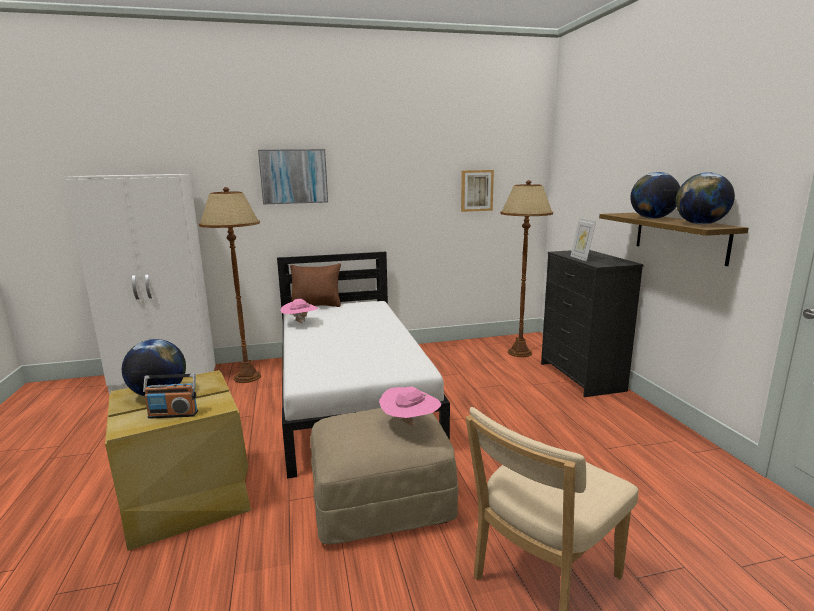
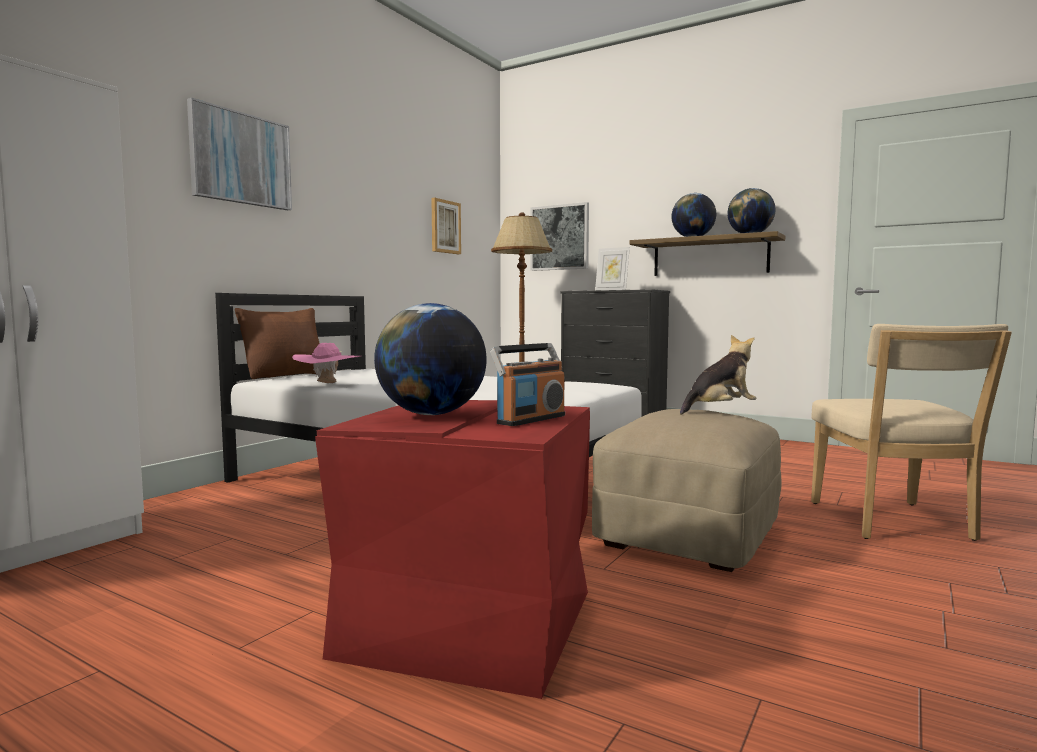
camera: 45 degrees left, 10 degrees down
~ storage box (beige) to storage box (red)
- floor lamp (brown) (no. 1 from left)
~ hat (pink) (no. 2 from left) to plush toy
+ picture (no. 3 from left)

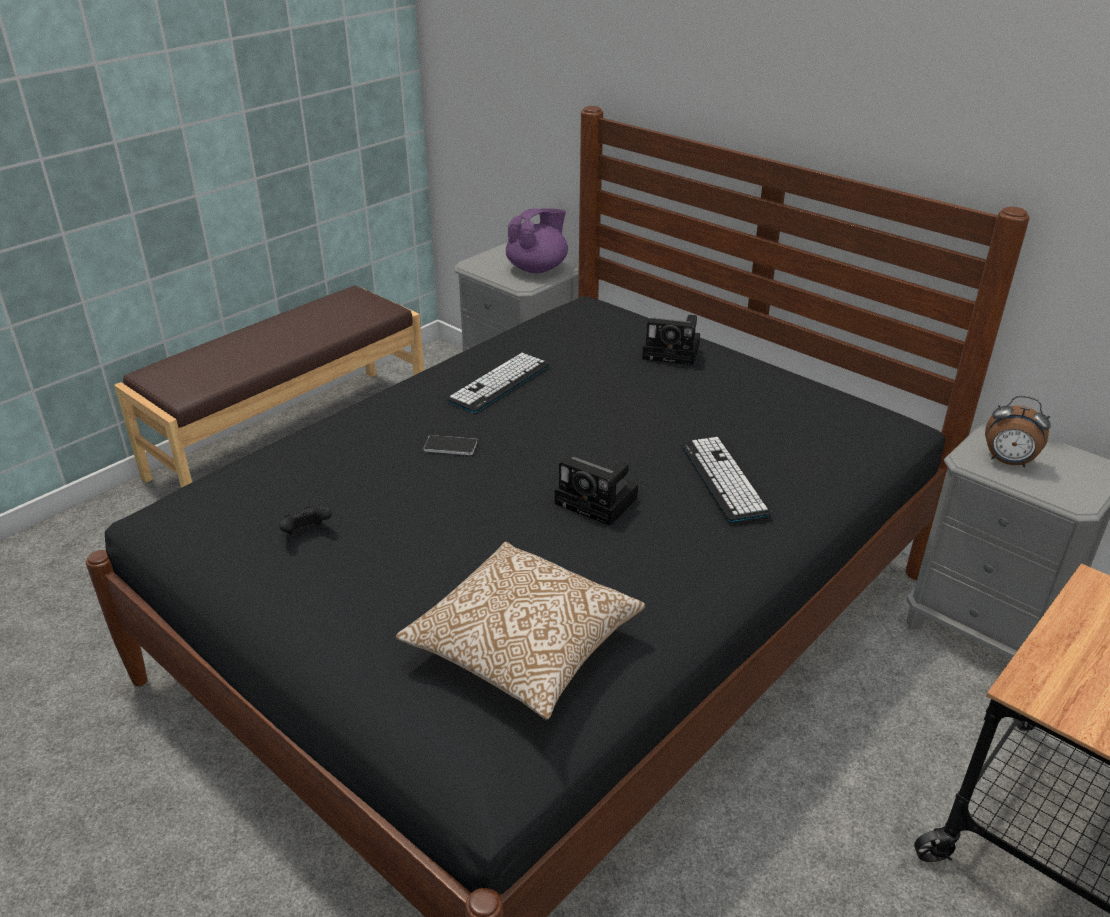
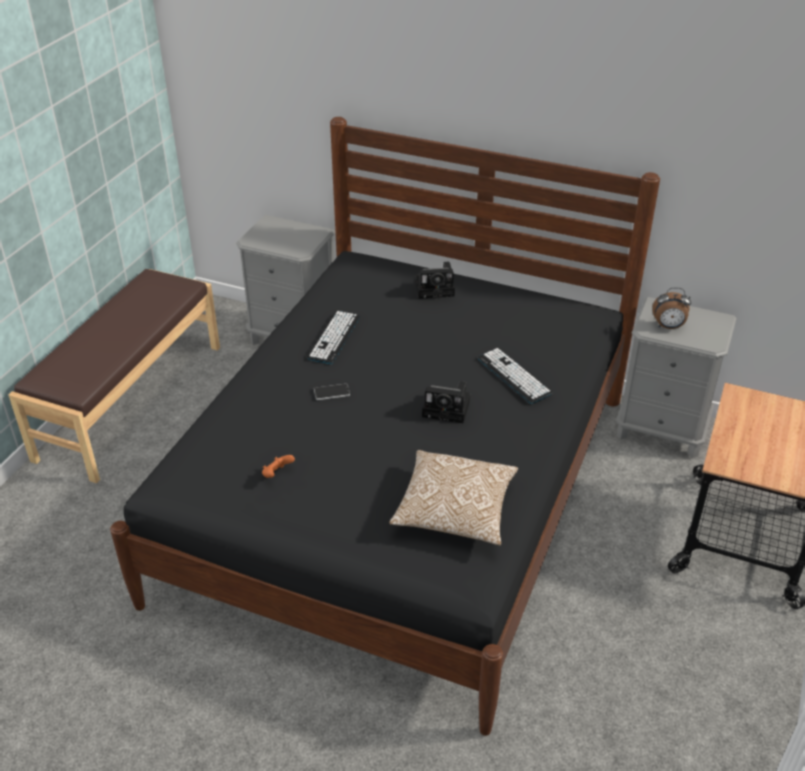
camera: 20 degrees left, 5 degrees up
~ game controller (black) to game controller (orange)
- teapot (purple)

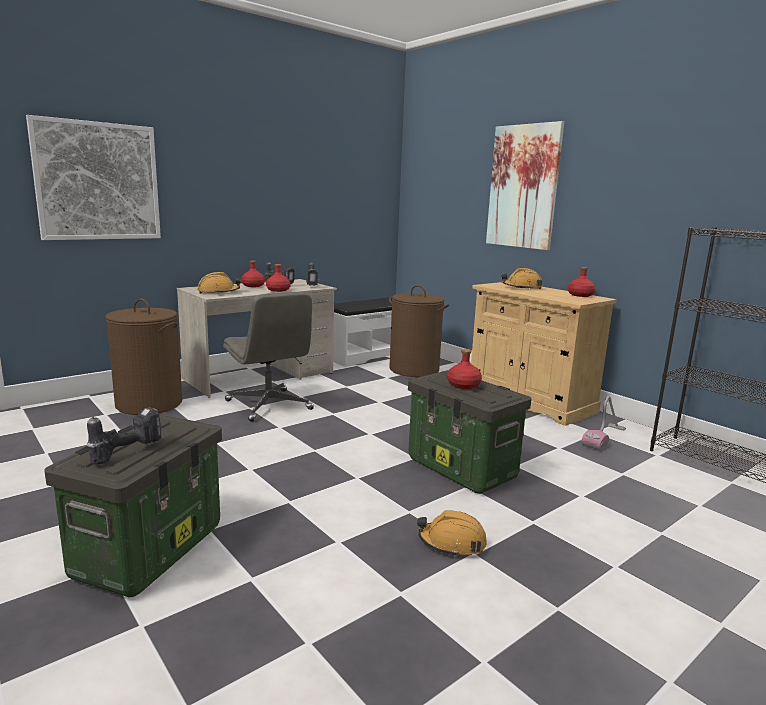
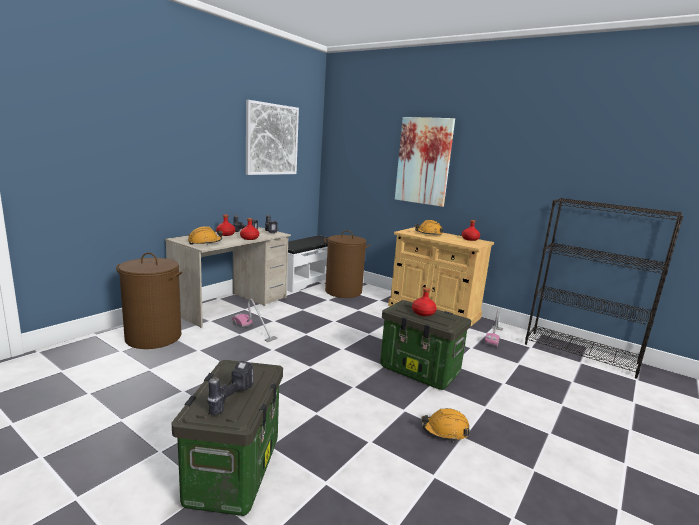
camera: 15 degrees left, 0 degrees up
~ picture (no. 1 from left)
~ office chair (grey) to vacuum cleaner (no. 1 from left)

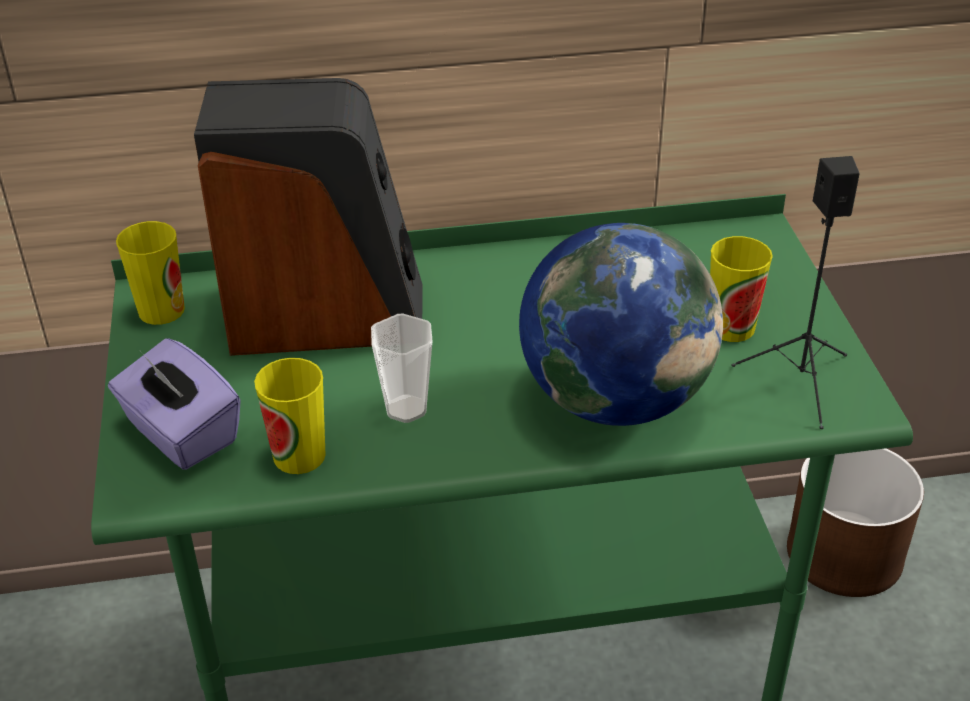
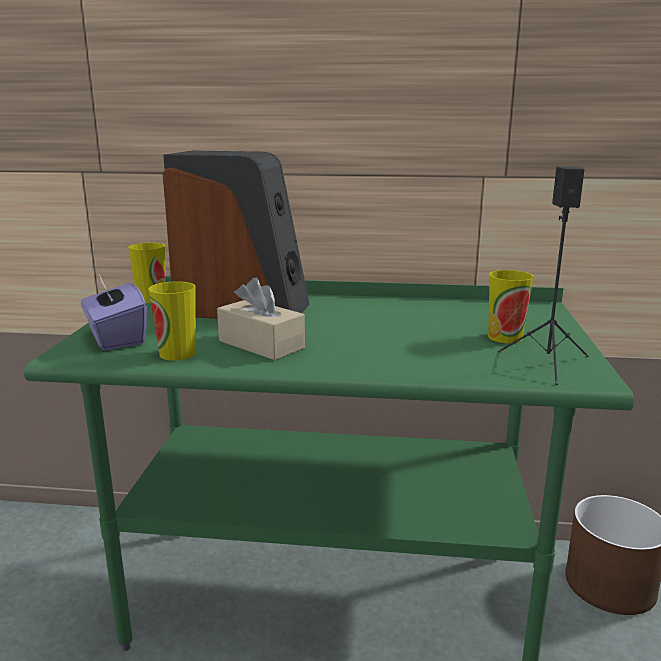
camera: 15 degrees right, 20 degrees down
~ cup (no. 3 from left) to tissue box (beige)
- globe

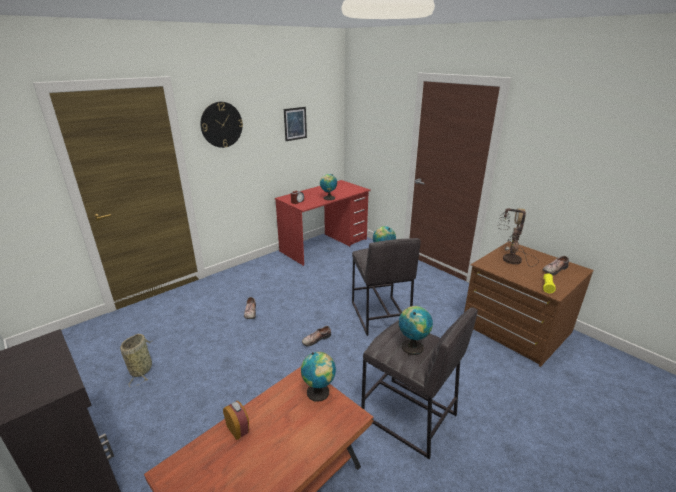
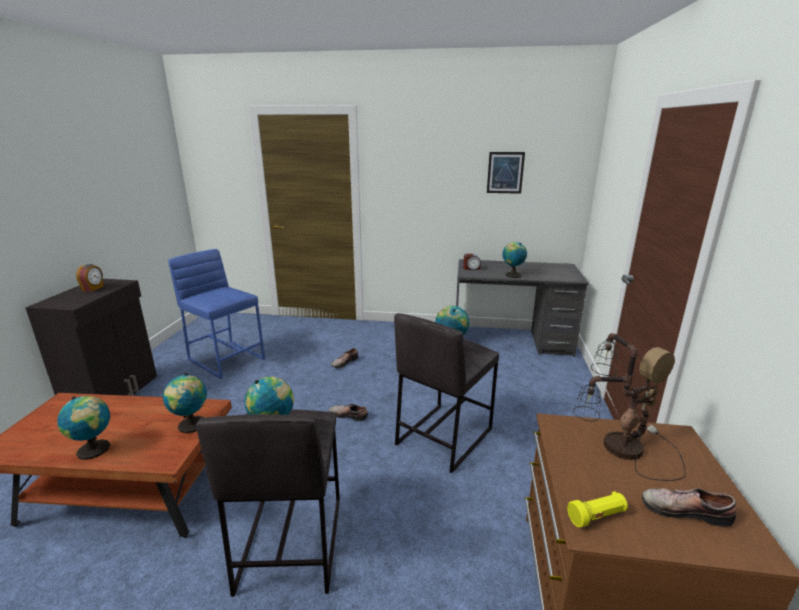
camera: 50 degrees right, 5 degrees down
~ basket to stool (blue)
- wall clock
~ alarm clock (no. 1 from left)
~ desk (red) to desk (grey)
+ globe (no. 1 from left)

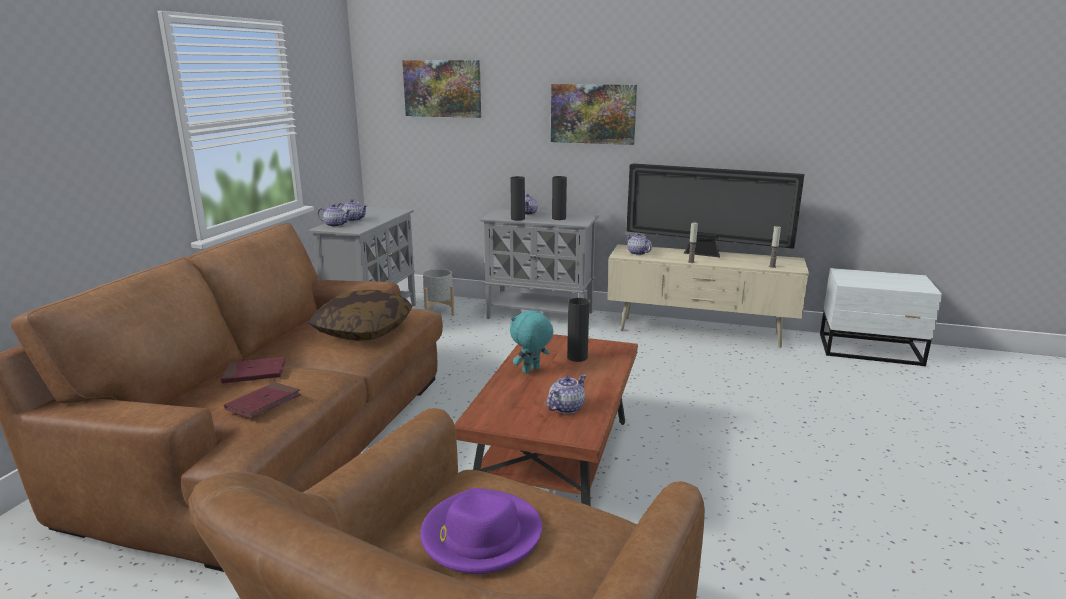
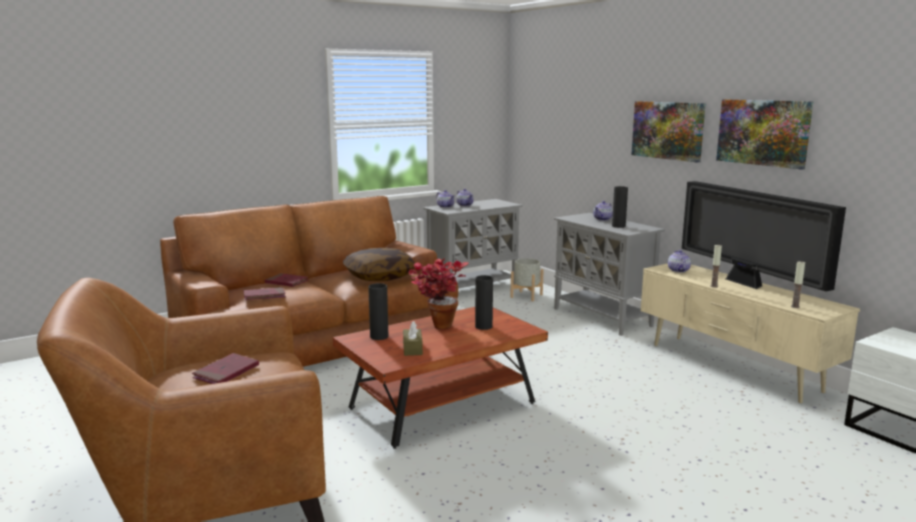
camera: 40 degrees right, 5 degrees down
~ picture (no. 1 from left in the first image) to picture (no. 2 from left)
~ hat (purple) to book (red) (no. 1 from left)
~ vase (black) (no. 1 from left)
~ plush toy (turquoise) to potted plant
~ teapot (no. 4 from left) to tissue box (brown)

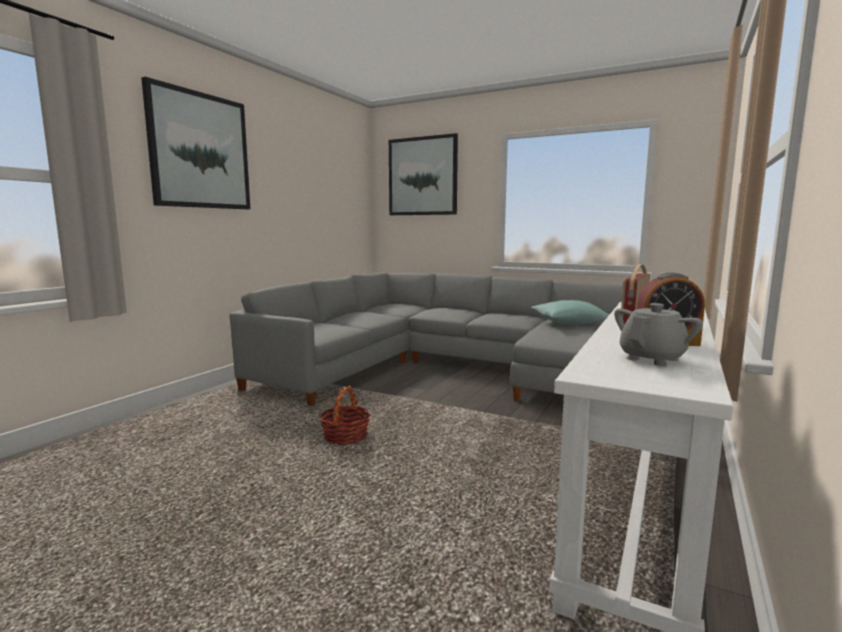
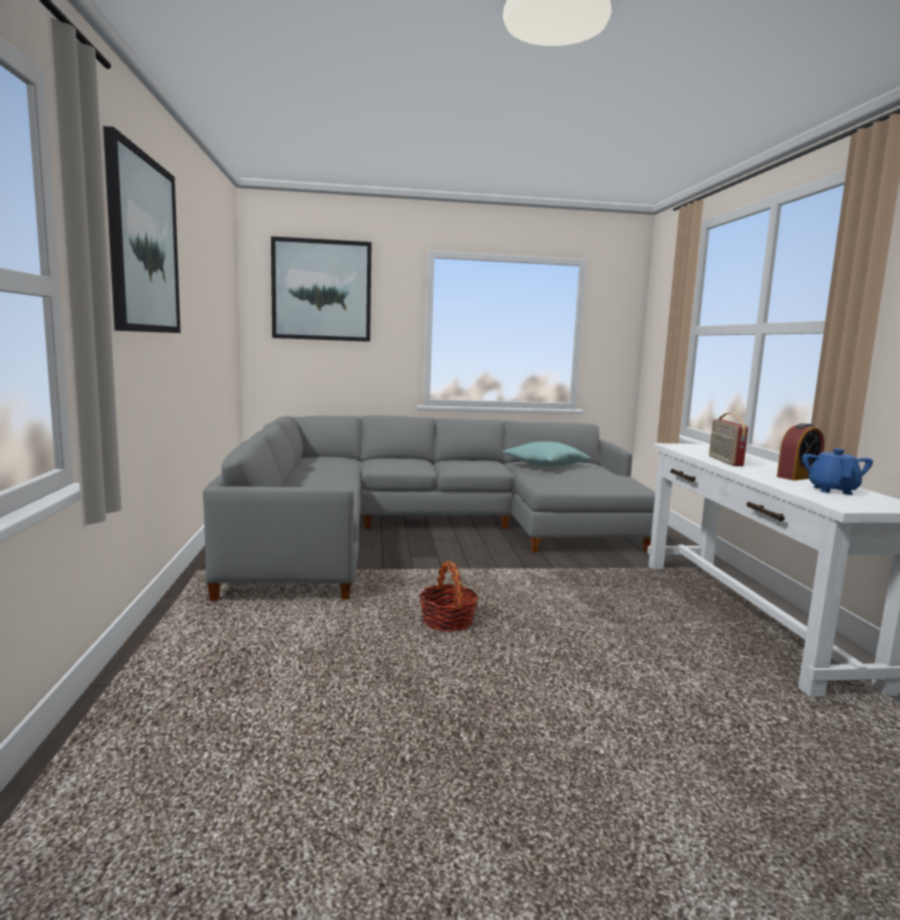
camera: 35 degrees left, 0 degrees up
~ teapot (grey) to teapot (blue)

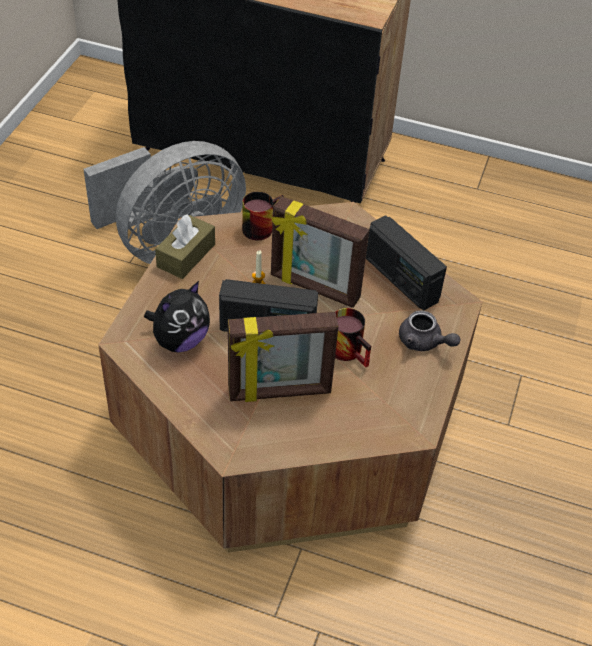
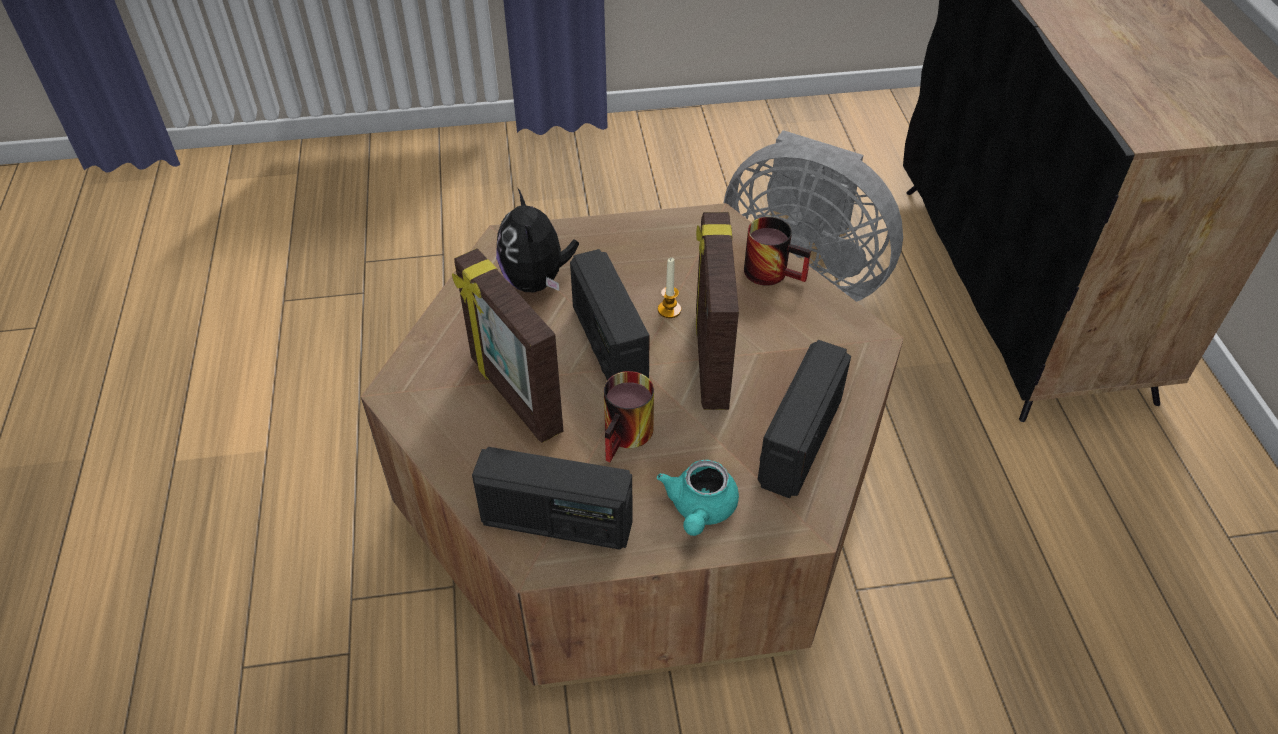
camera: 65 degrees right, 0 degrees up
~ plush toy 60 degrees clockwise
- tissue box (brown)
~ teapot (grey) to teapot (turquoise)
+ radio (no. 1 from left)

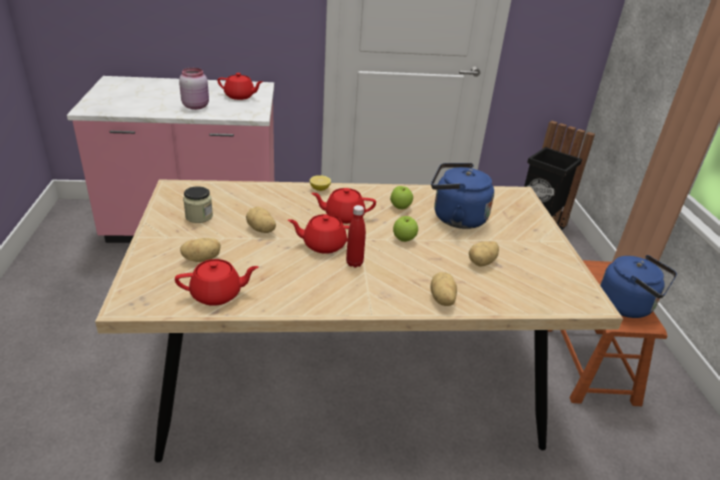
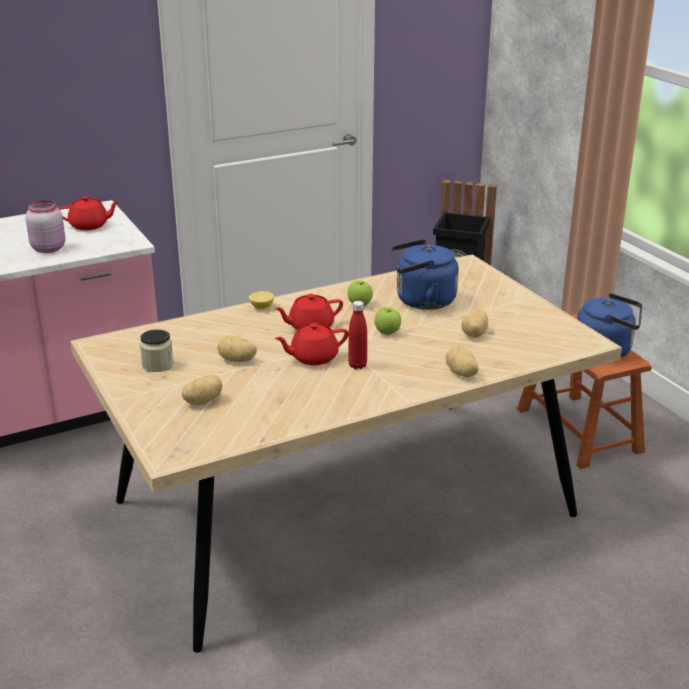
camera: 20 degrees left, 5 degrees down
- teapot (red) (no. 1 from left)

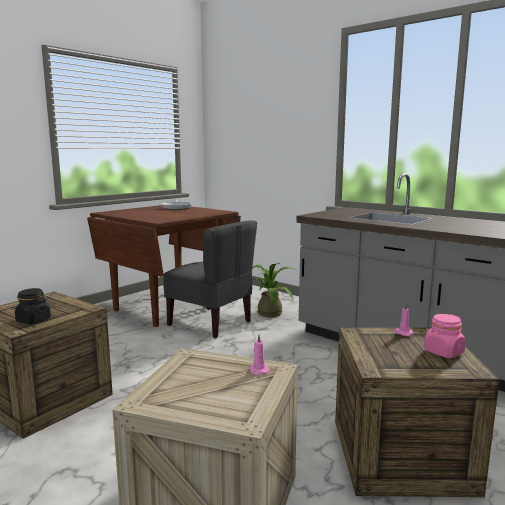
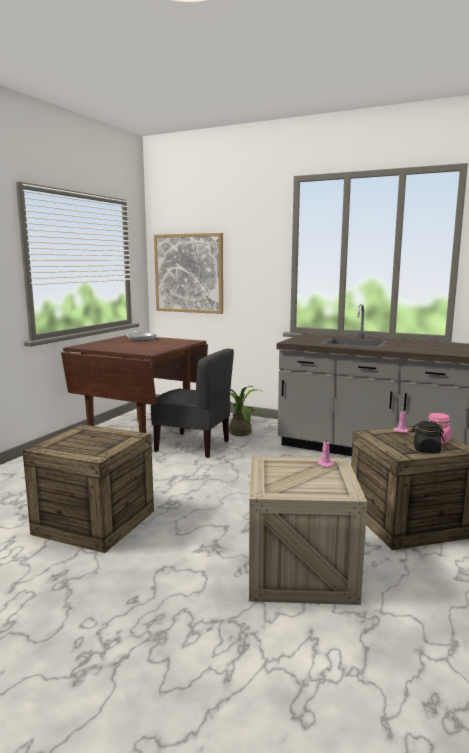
camera: 15 degrees left, 0 degrees up
~ jar (black)
+ picture

